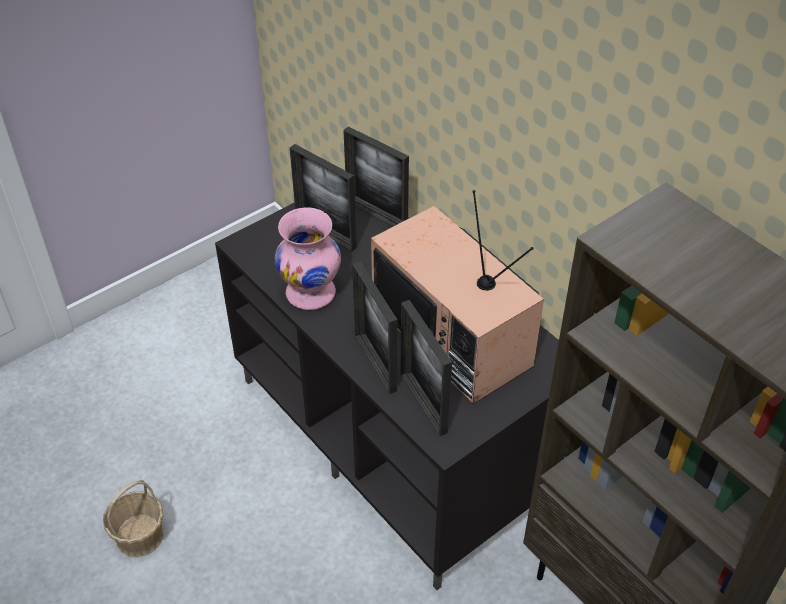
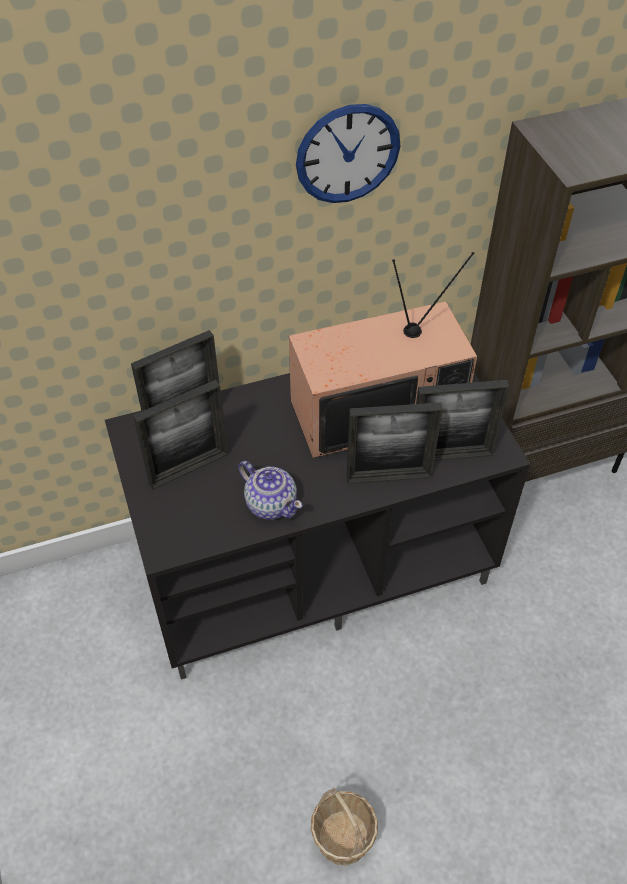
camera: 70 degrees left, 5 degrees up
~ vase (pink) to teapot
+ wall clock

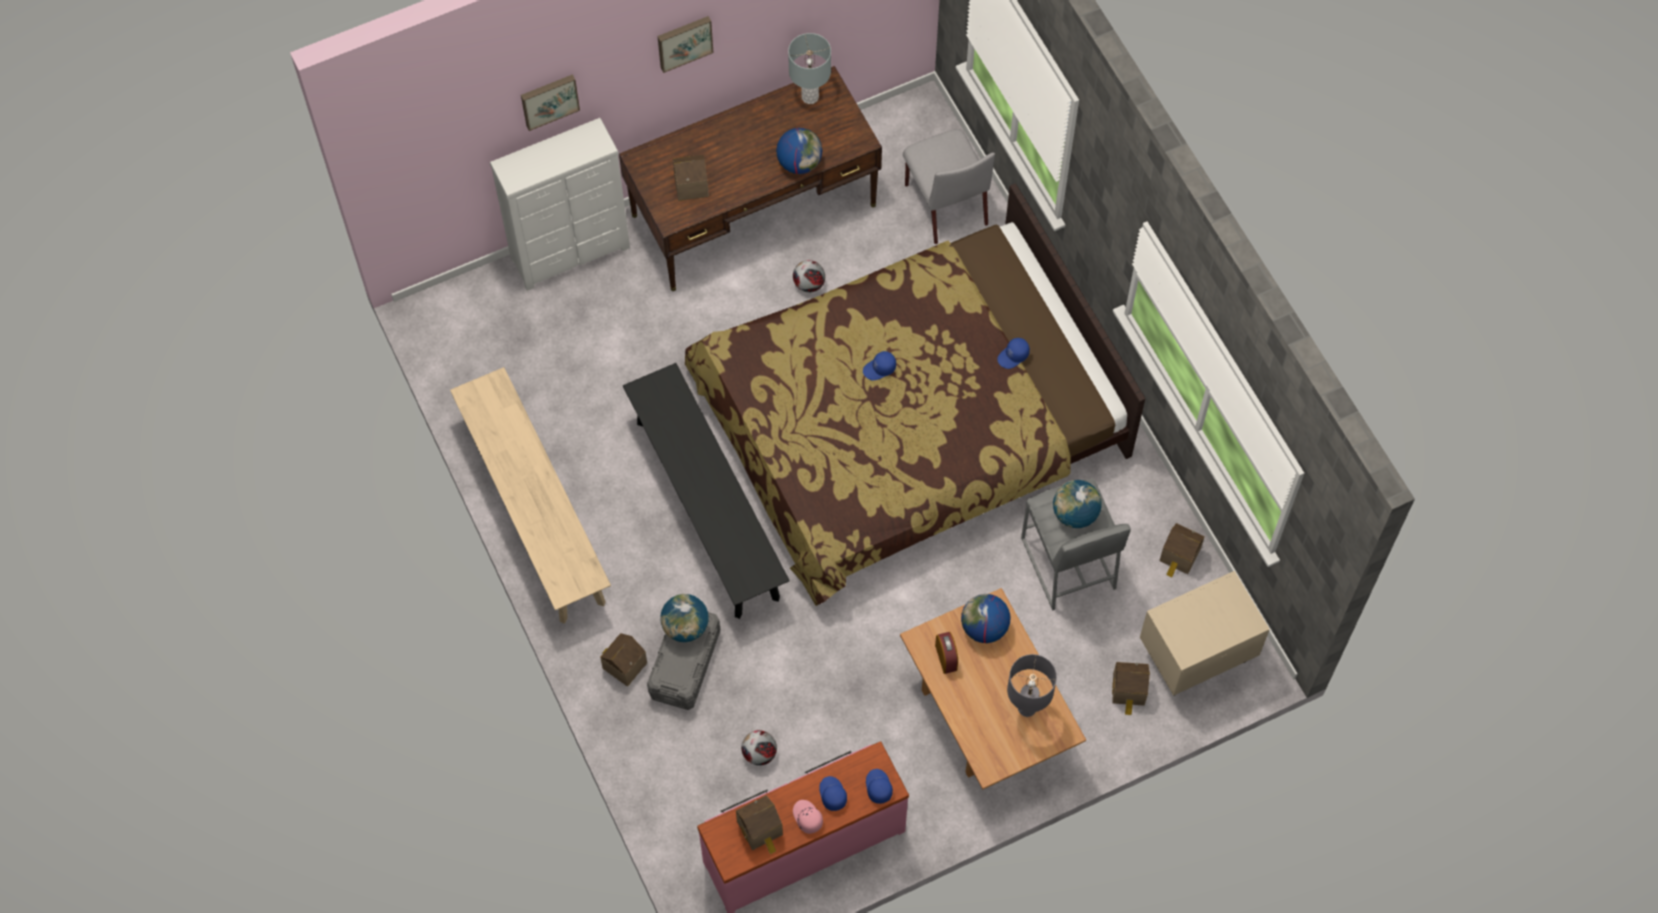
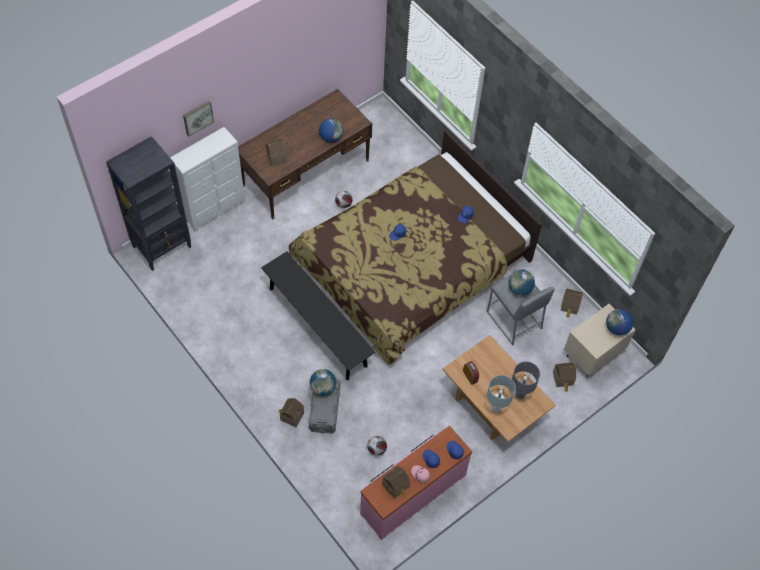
camera: 15 degrees left, 5 degrees down
- bench (beige)
- picture (no. 2 from left)
~ table lamp (grey) (no. 1 from left)
- chair (grey)
~ globe (no. 3 from left in the first image) to globe (no. 4 from left)
+ bookcase (black)

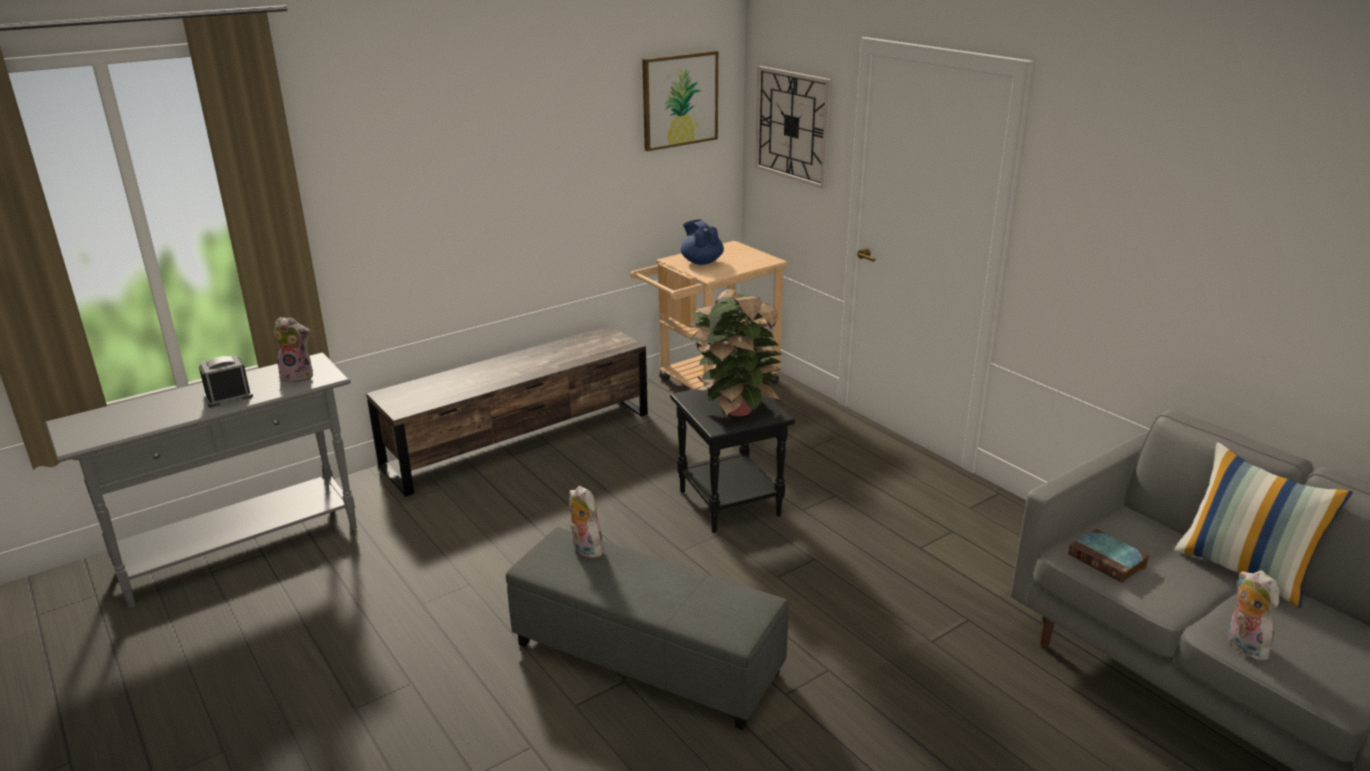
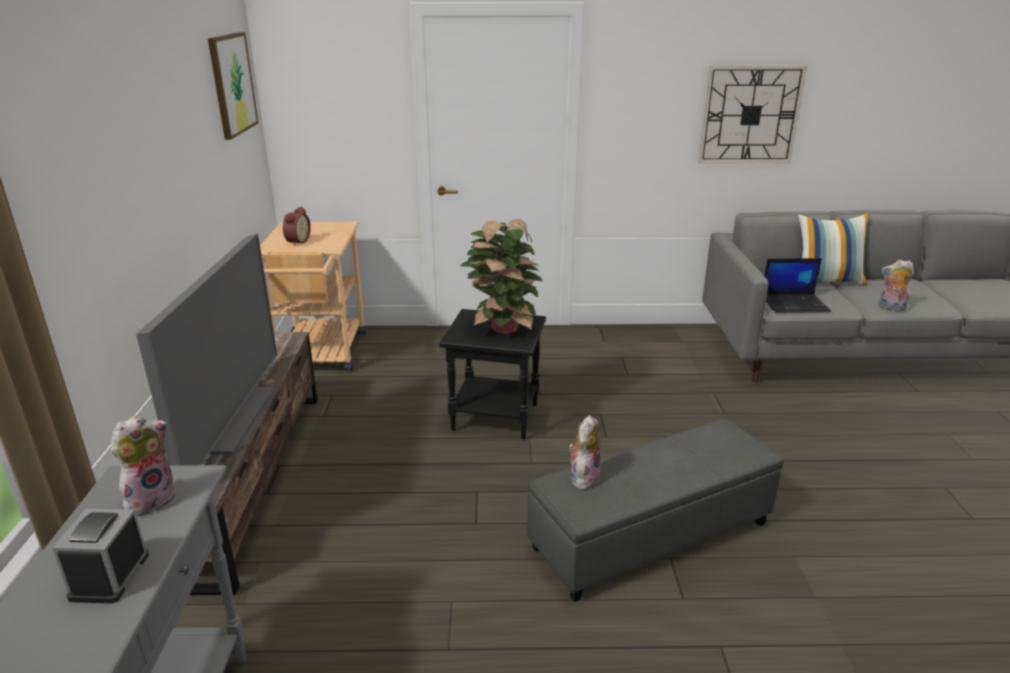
camera: 55 degrees left, 0 degrees up
~ plush toy (no. 2 from left) 120 degrees clockwise
~ teapot (blue) to alarm clock (no. 2 from left)
~ wall clock
~ book to laptop
+ television

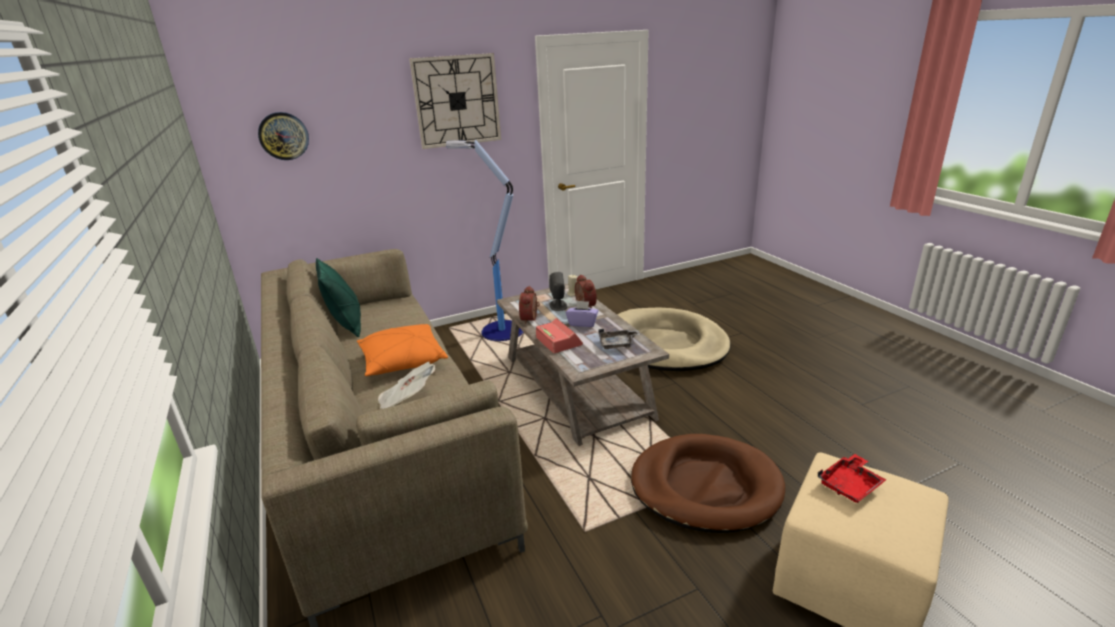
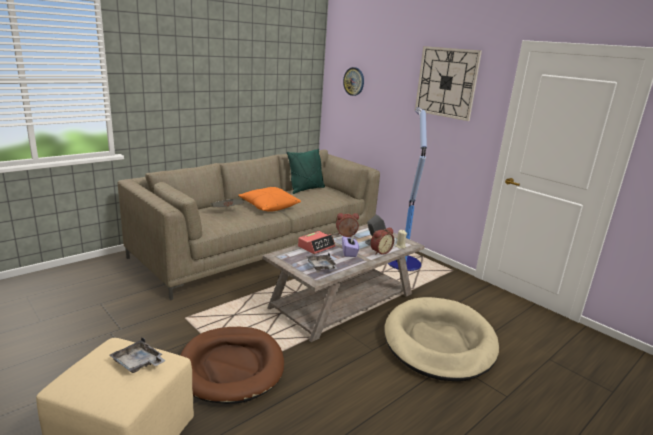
camera: 70 degrees right, 5 degrees down
~ tray (red) to tray (grey) (no. 1 from left)

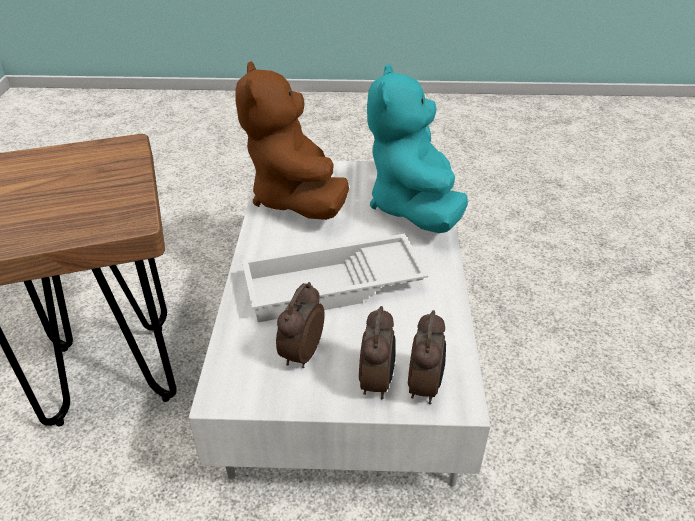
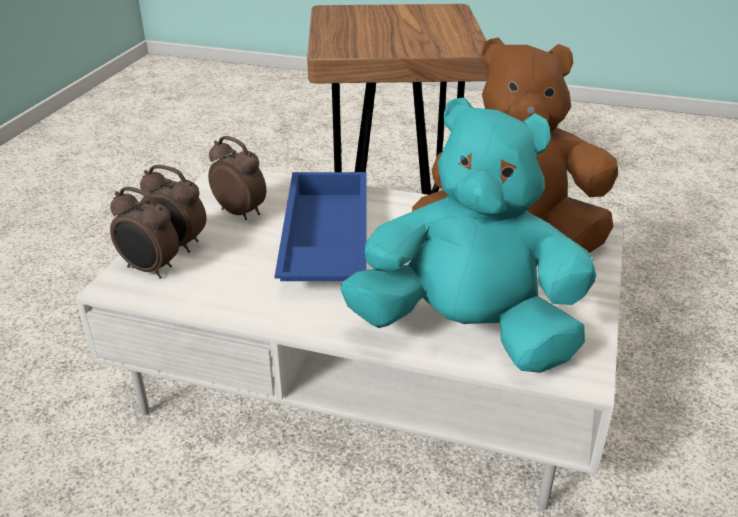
camera: 105 degrees right, 5 degrees down
~ tray (white) to tray (blue)

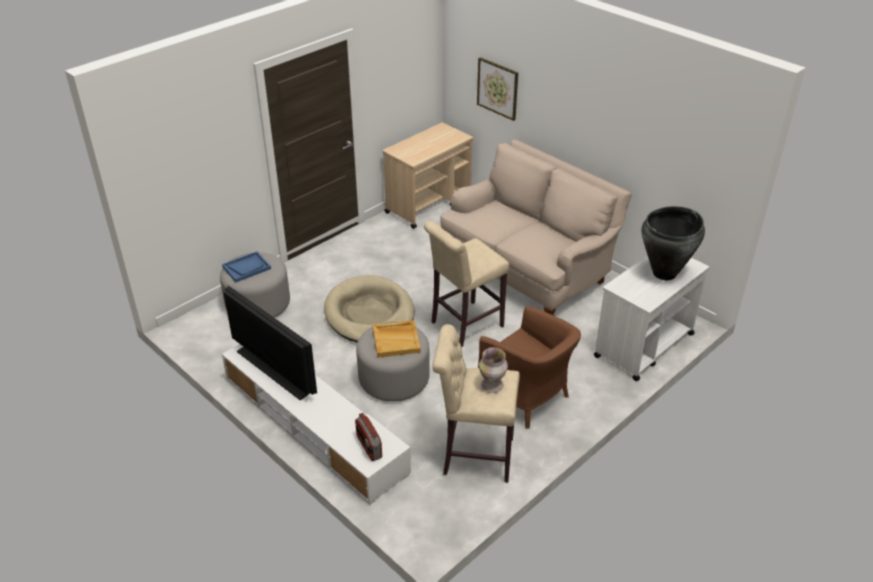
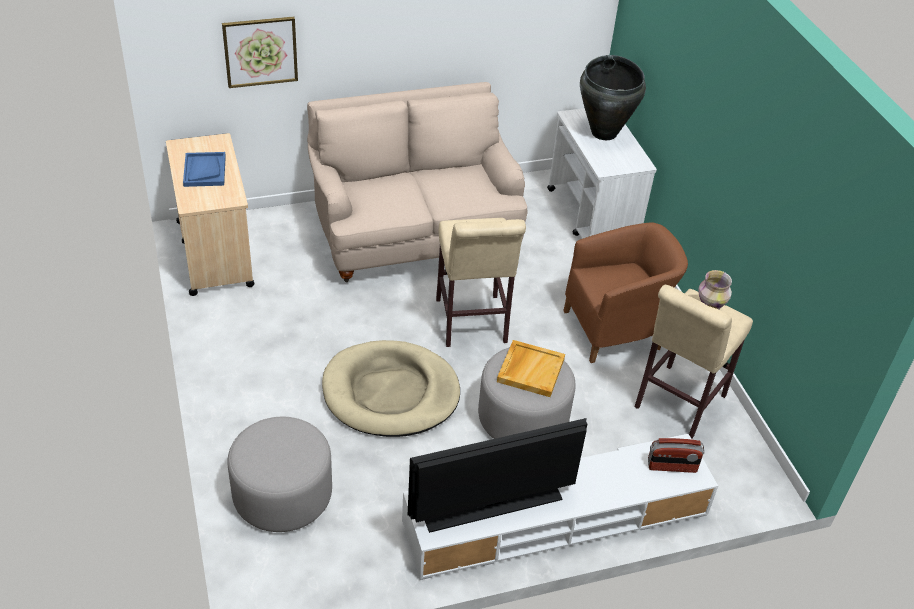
camera: 65 degrees left, 5 degrees up
~ tray (blue)

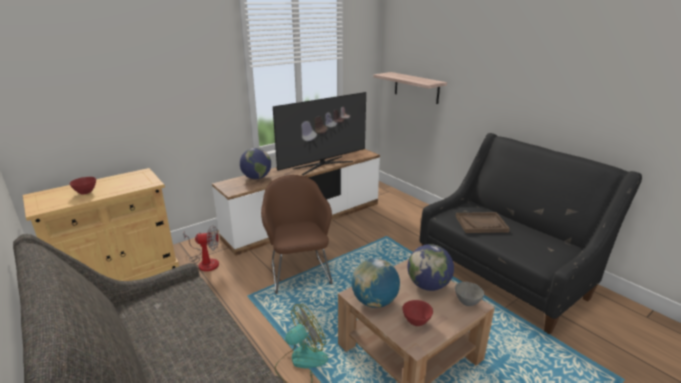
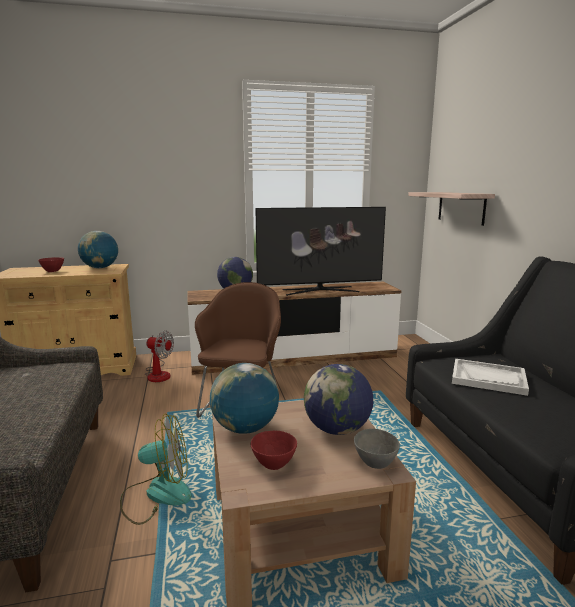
camera: 25 degrees right, 10 degrees down
~ tray (brown) to tray (white)
+ globe (no. 1 from left)

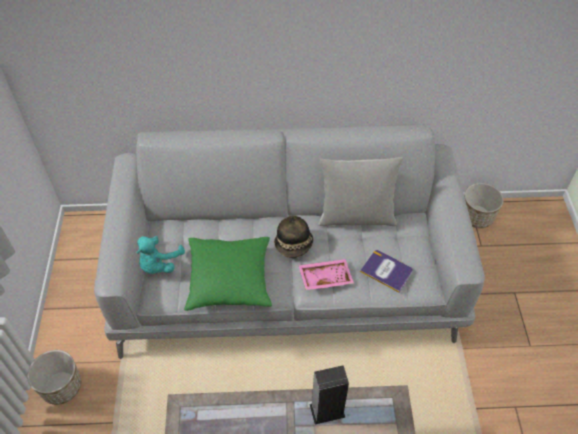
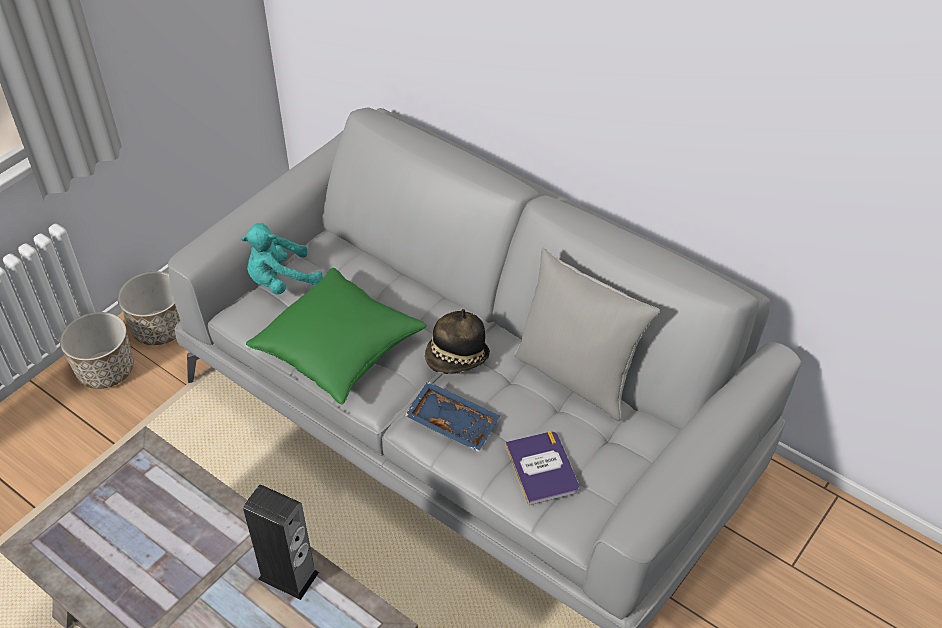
camera: 40 degrees right, 5 degrees down
~ tray (pink) to tray (blue)
~ planter (no. 2 from left)

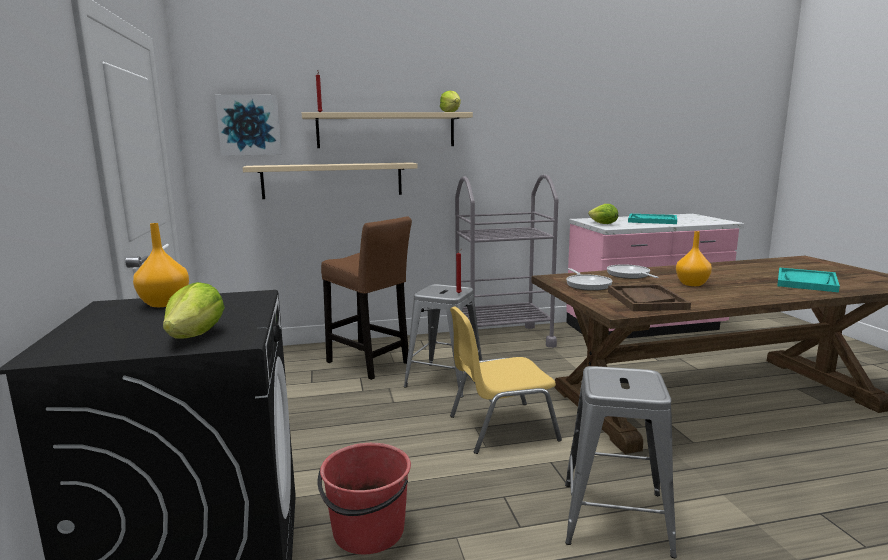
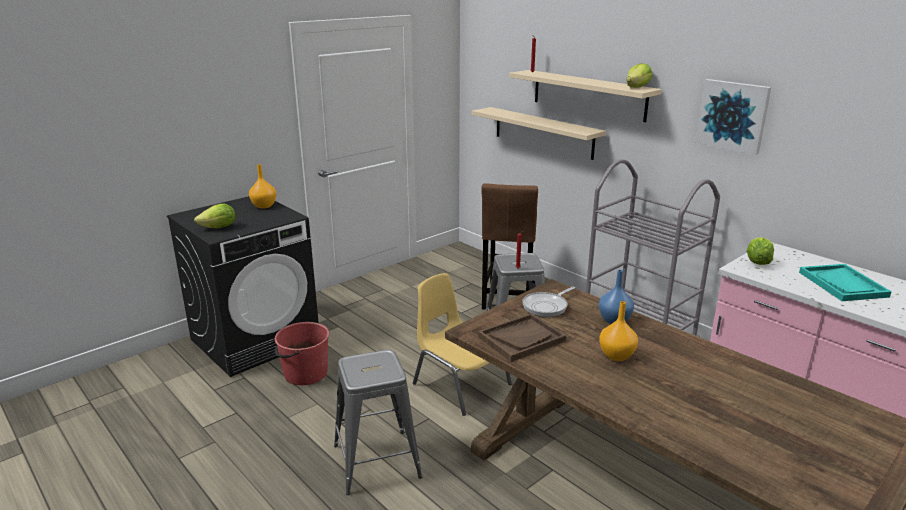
camera: 60 degrees right, 10 degrees up
~ picture
~ frying pan (no. 2 from left) to vase (blue)
- tray (turquoise) (no. 2 from left)

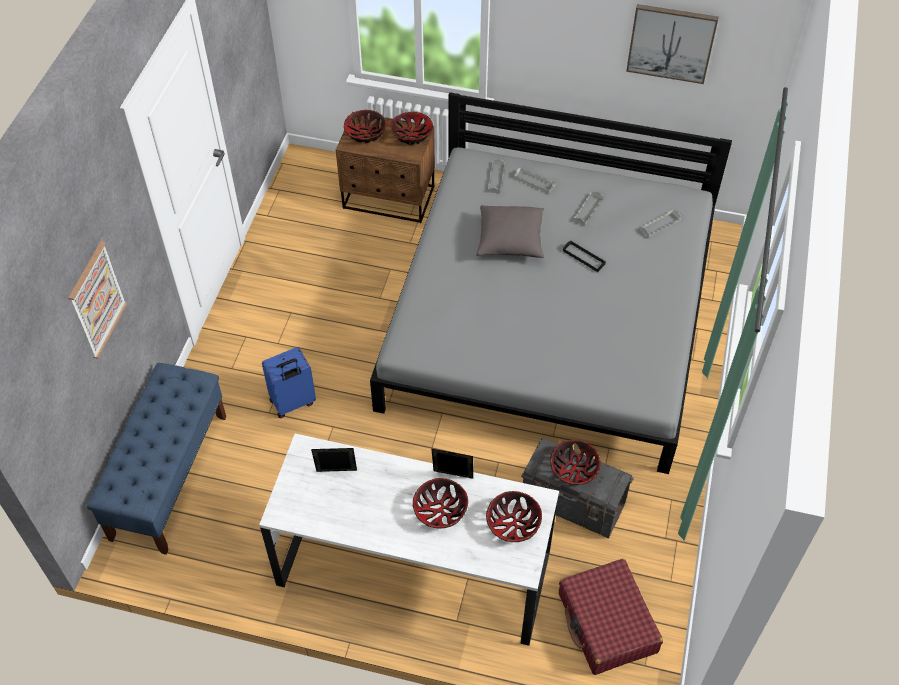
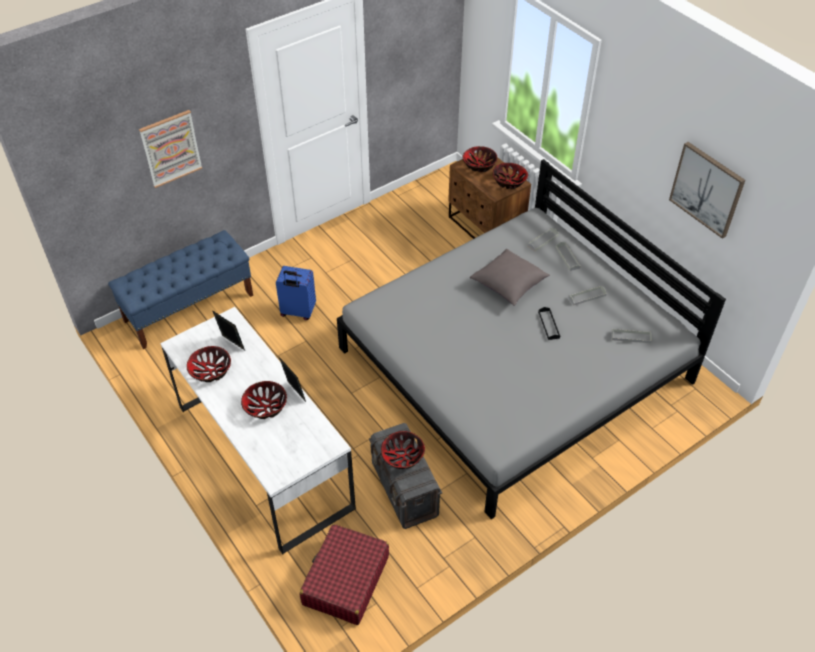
camera: 40 degrees right, 5 degrees down
~ bowl (no. 4 from left in the first image) to bowl (no. 1 from left)

